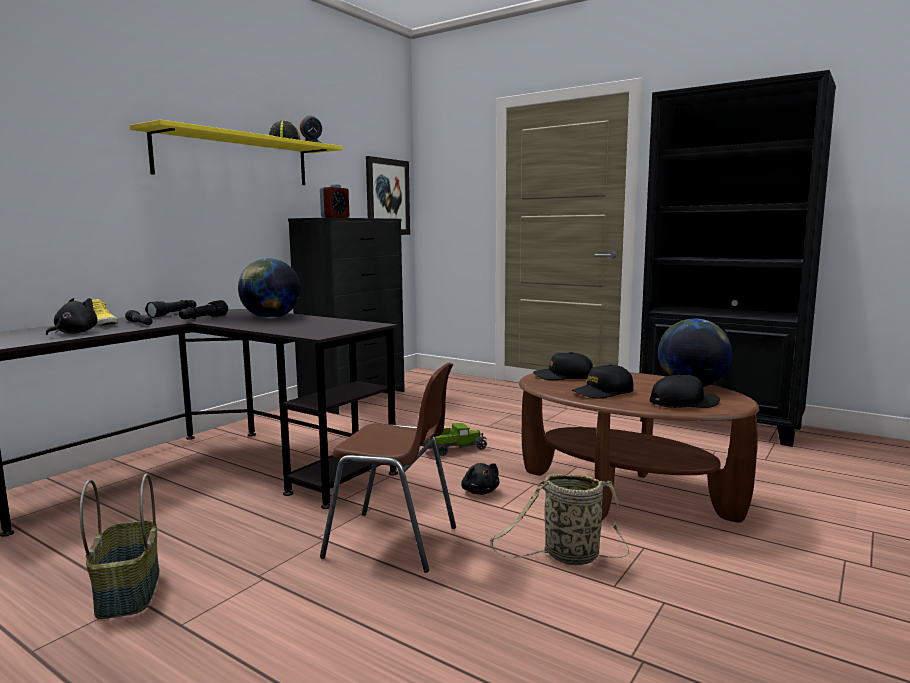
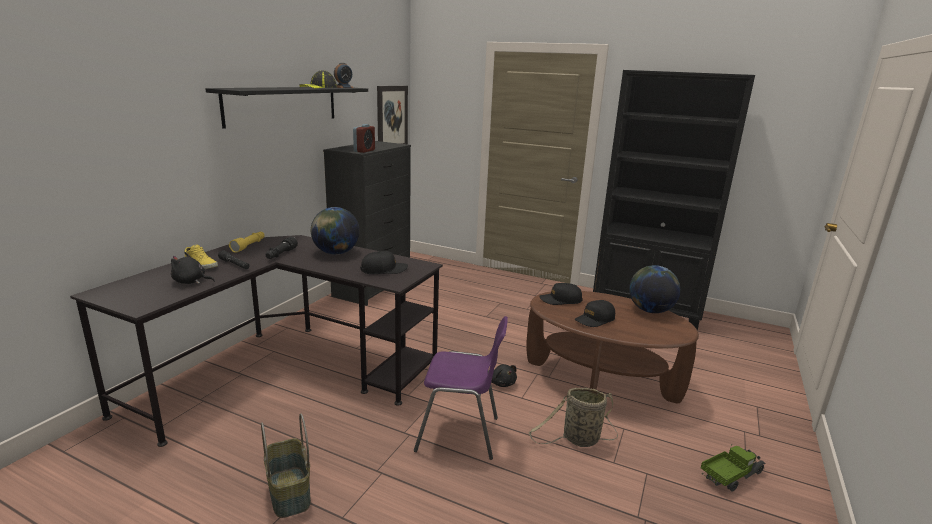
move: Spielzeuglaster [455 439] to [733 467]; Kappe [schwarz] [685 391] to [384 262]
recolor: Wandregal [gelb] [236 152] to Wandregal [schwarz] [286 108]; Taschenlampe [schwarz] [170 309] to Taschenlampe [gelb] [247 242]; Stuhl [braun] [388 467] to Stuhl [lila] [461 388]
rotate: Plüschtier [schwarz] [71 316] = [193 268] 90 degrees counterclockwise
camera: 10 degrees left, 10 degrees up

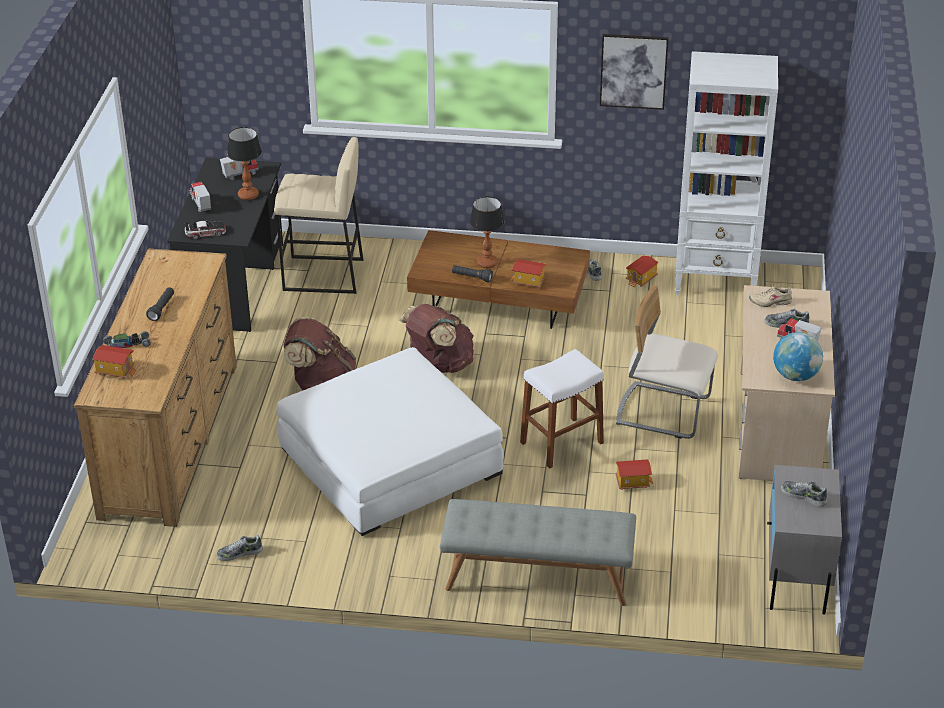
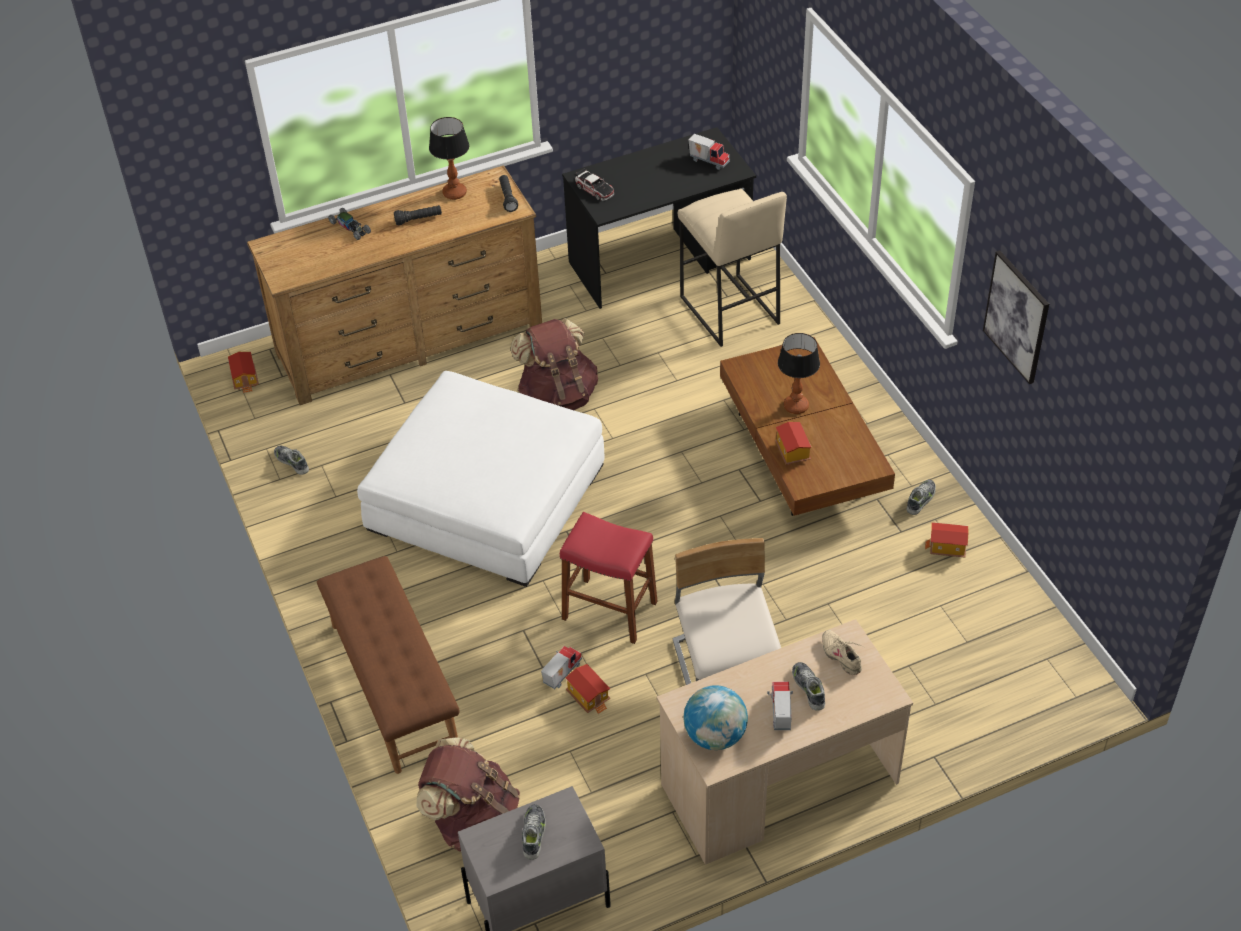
delete: Bücherregal [weiß] [726 173]
move: Spielzeughaus [114 362] to [243 372]; Spielzeuglaster [200 197] to [561 667]; Tischlampe [244 163] to [449 158]; Rucksack [braun] [436 338] to [468 794]; Taschenlampe [schwarz] [472 273] to [508 193]
recolor: Bank [grau] [538 552] to Bank [braun] [388 665]; Hocker [weiß] [562 409] to Hocker [rot] [608 578]
camera: 60 degrees right, 10 degrees up

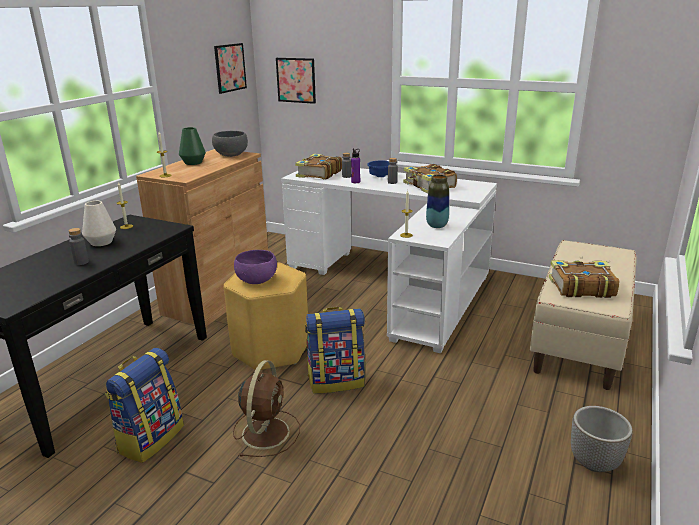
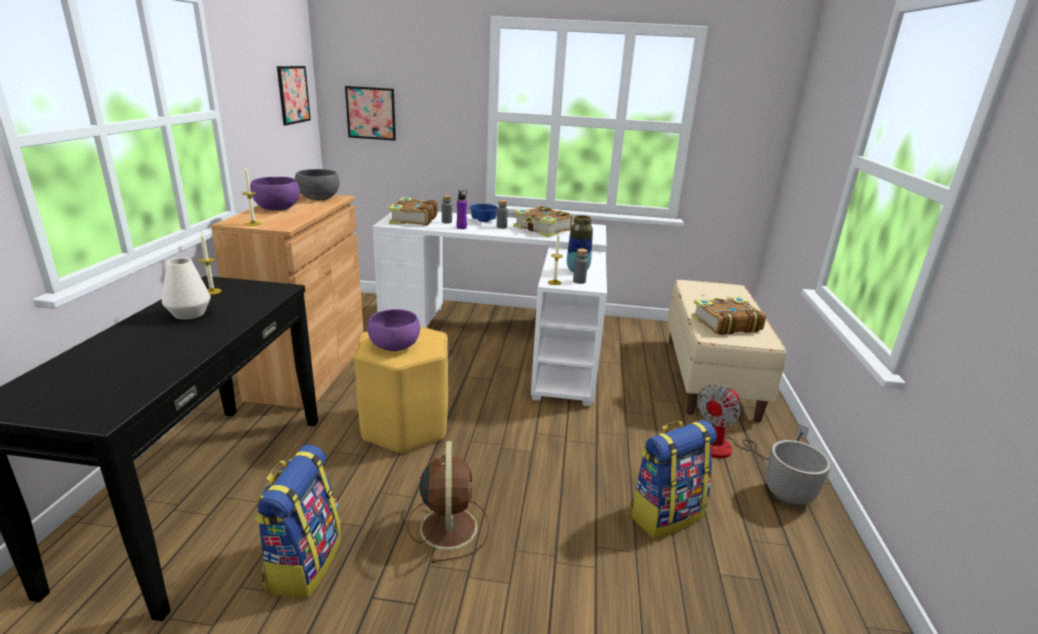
insert: Ventilator [753 422]
move: Flasche [grau] [78 246] to [580 266]; Rucksack [335 350] to [673 479]
replace: Vase [grün] [192 146] to Schüssel [lila] [275 194]
camera: 20 degrees left, 0 degrees up

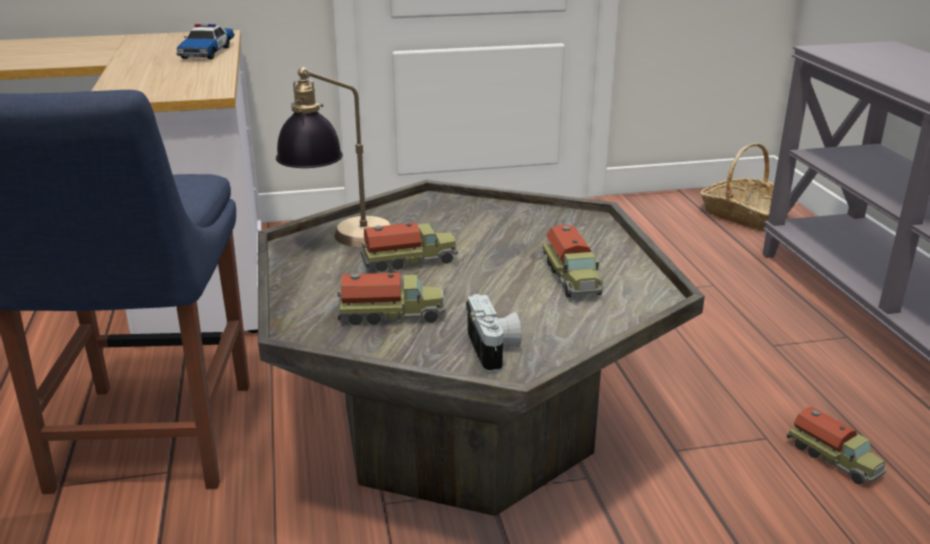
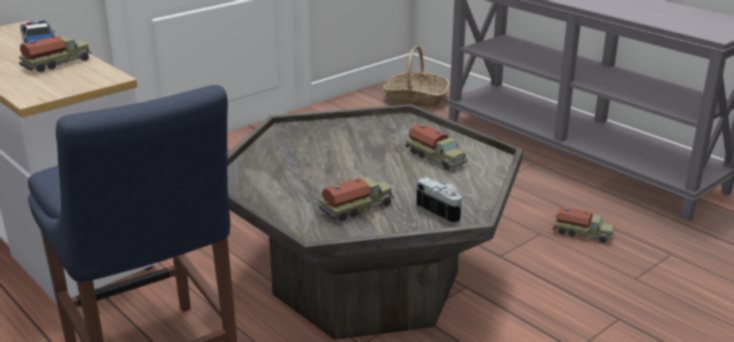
delete: Tischlampe [333 157]
move: Spielzeuglaster [409 247] to [55 54]
camera: 30 degrees left, 0 degrees up

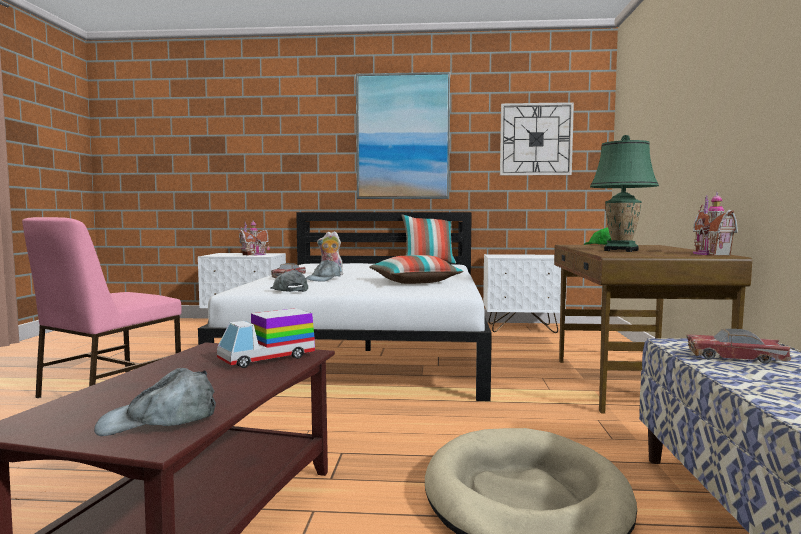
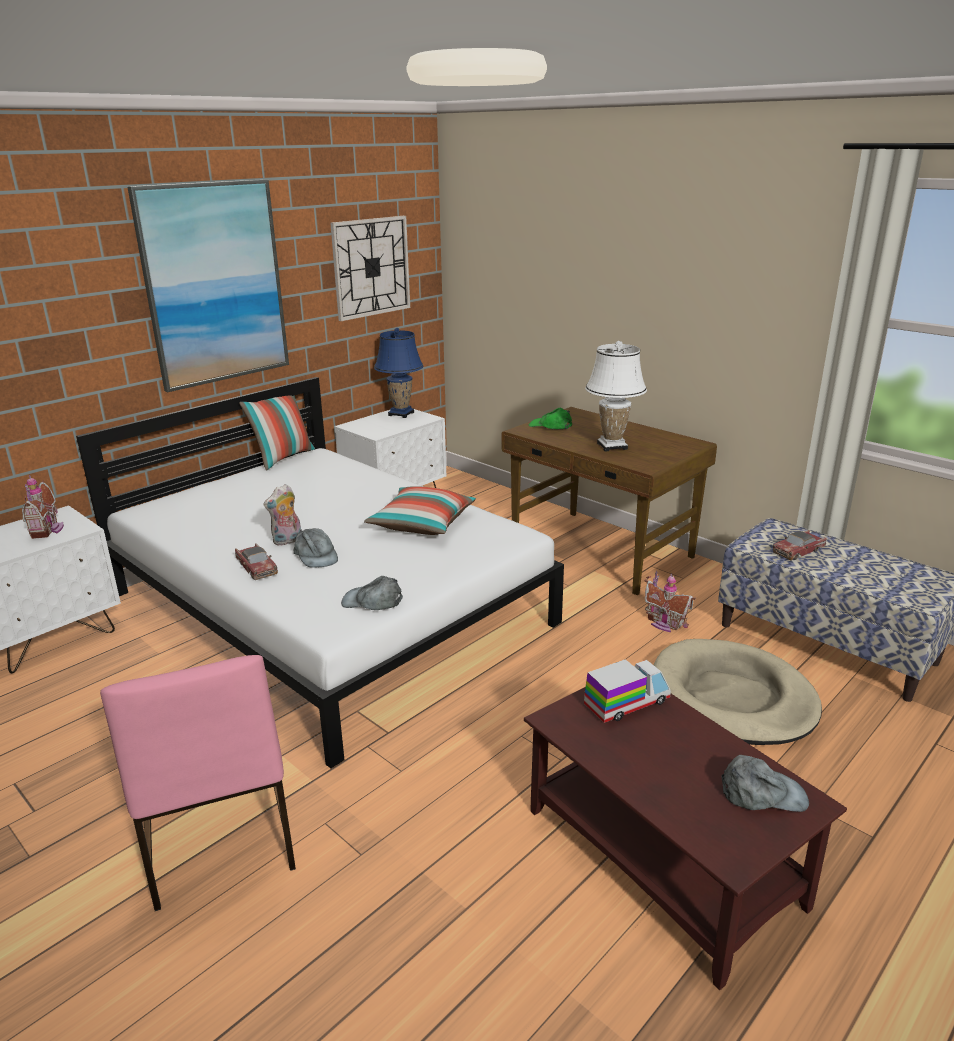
insert: Tischlampe [blau] [398 373]
move: Spielzeughaus [715 224] to [670 601]
recolor: Tischlampe [grün] [624 193] to Tischlampe [weiß] [616 396]
rotate: Kappe [grau] [155 402] = [765 783] 105 degrees counterclockwise; Spielzeuglaster [266 338] = [627 691] 120 degrees counterclockwise
camera: 50 degrees left, 20 degrees up

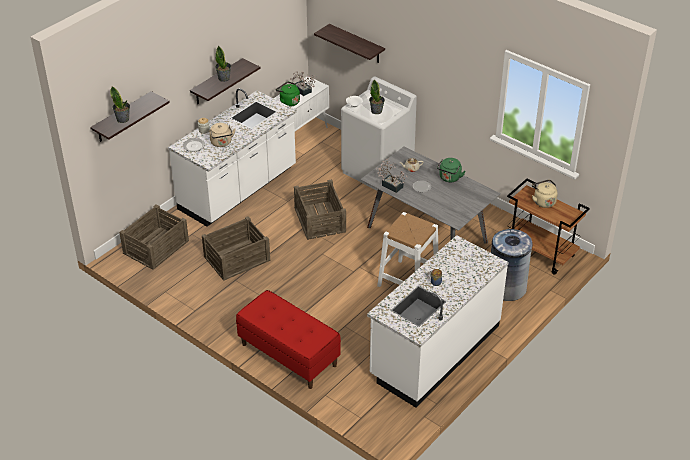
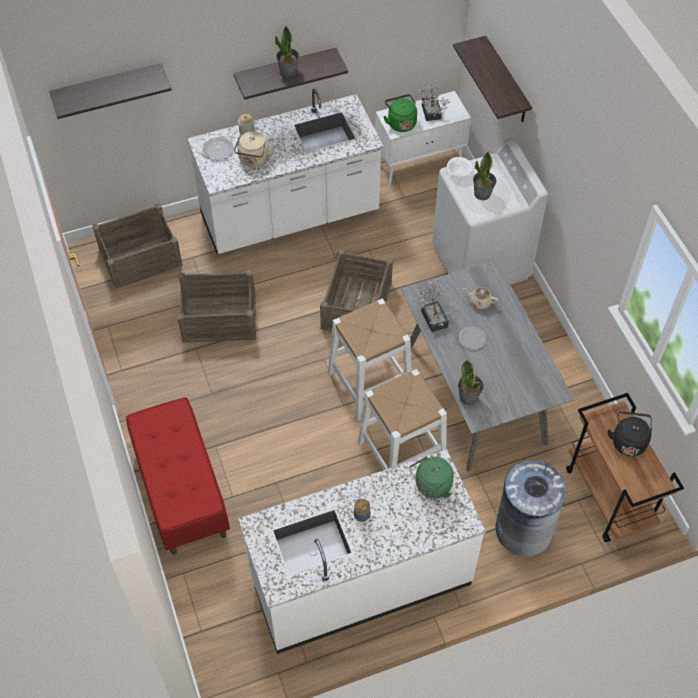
insert: Hocker [weiß] [370 360]
move: Topfpflanze [120 104] to [471 382]; Wasserkessel [grün] [451 170] to [431 477]
recolor: Wasserkessel [beige] [545 194] to Wasserkessel [schwarz] [630 434]
camera: 30 degrees right, 15 degrees up

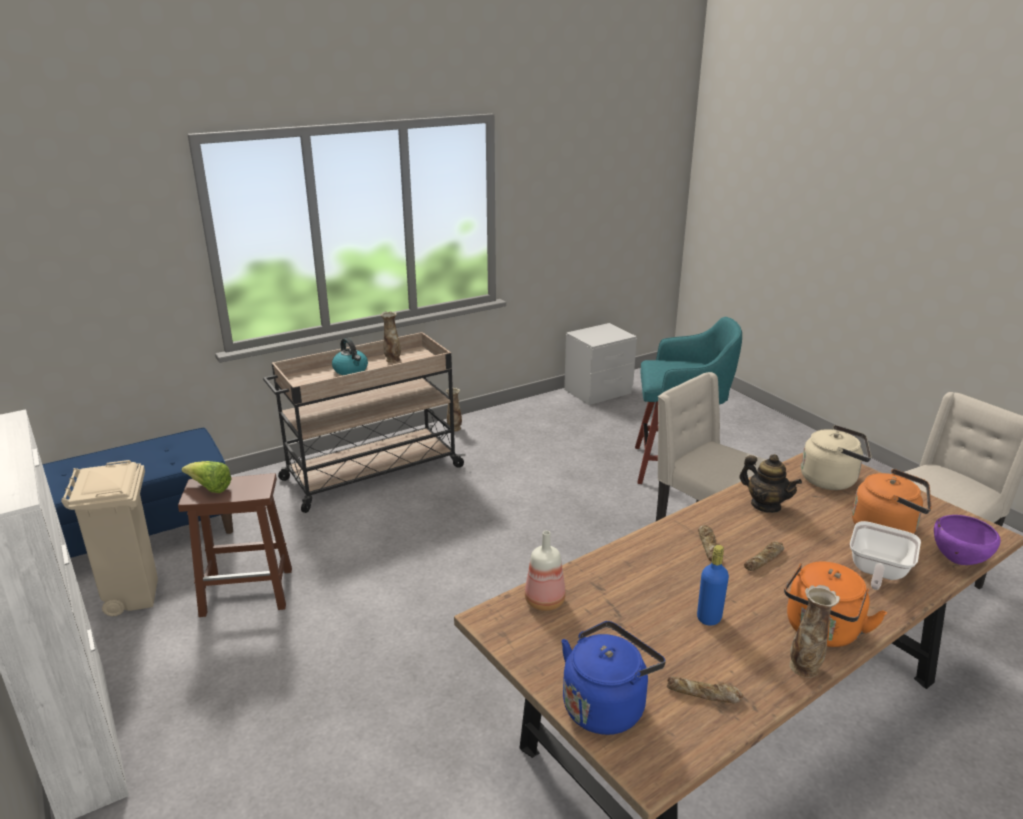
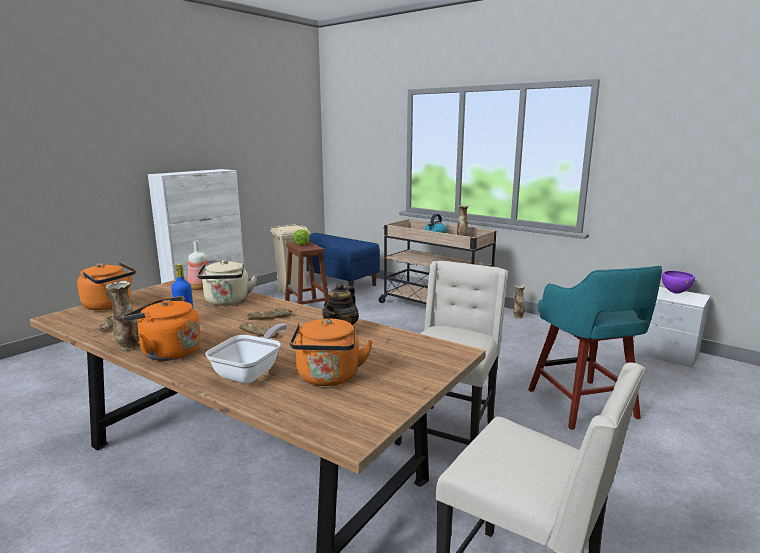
move: Wasserkessel [beige] [836 457] to [227 283]; Schüssel [lila] [967 540] to [678 282]
recolor: Wasserkessel [blau] [613 678] to Wasserkessel [orange] [106 286]
rotate: Pfanne [885 555] = [246 353] 105 degrees clockwise
camera: 70 degrees right, 10 degrees down

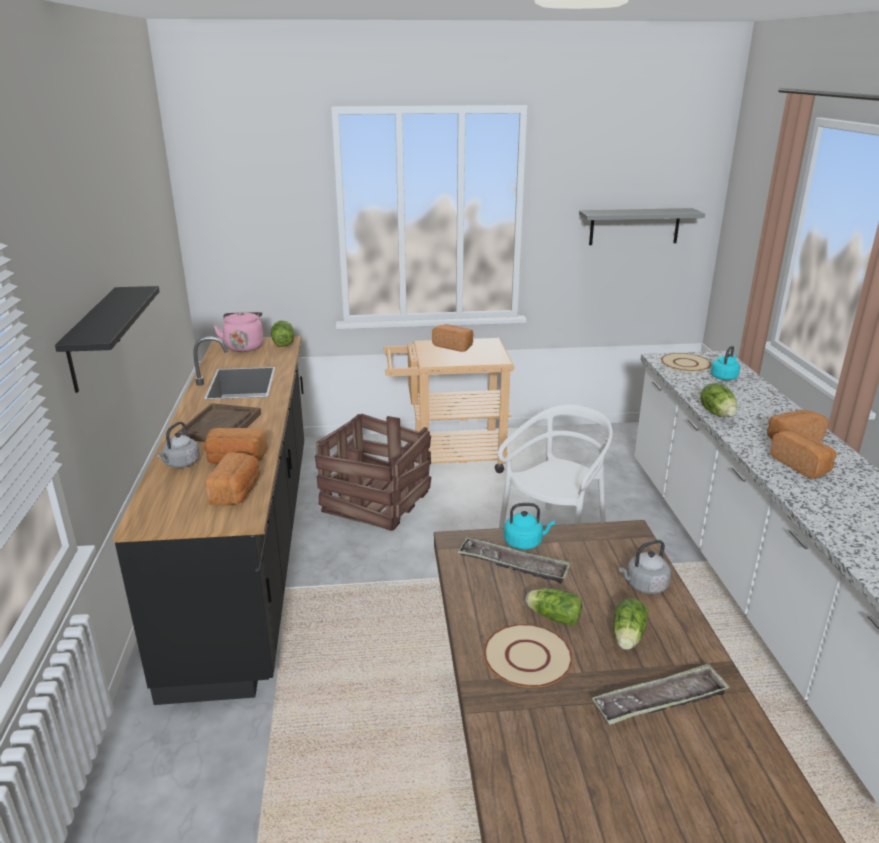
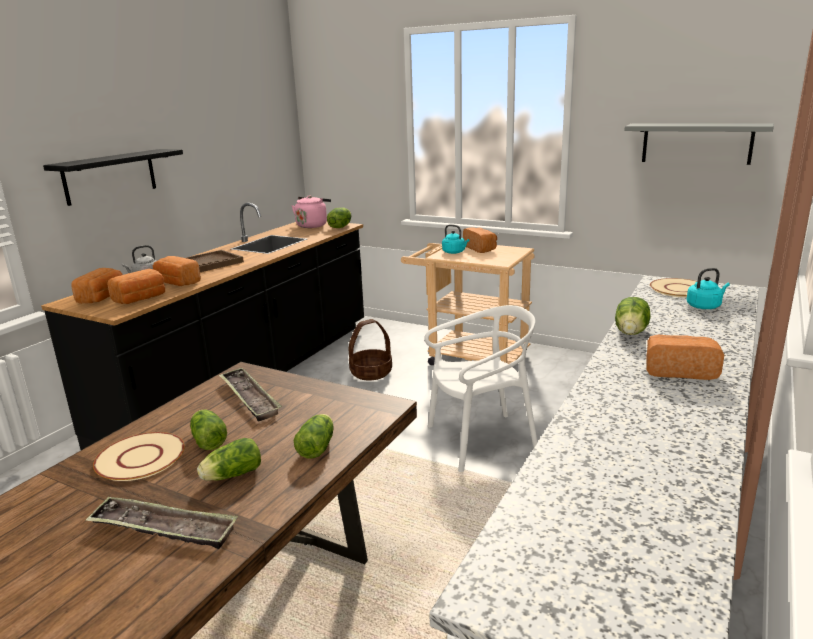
move: Wasserkessel [türkis] [529 526] to [455 239]; Brot [803 454] to [97 286]
replace: Kiste [373 472] to Korb [370 350]; Wasserkessel [grau] [645 567] to Salatkopf [314 436]
camera: 35 degrees right, 5 degrees down

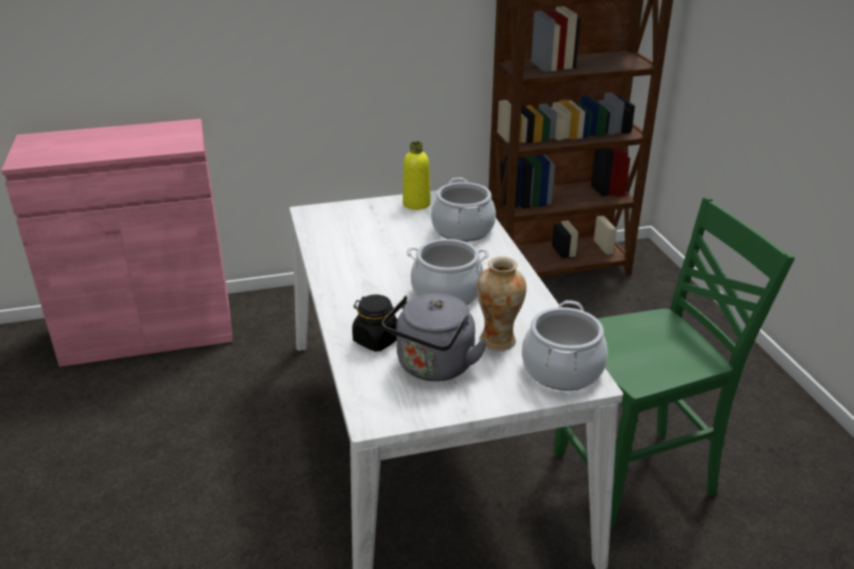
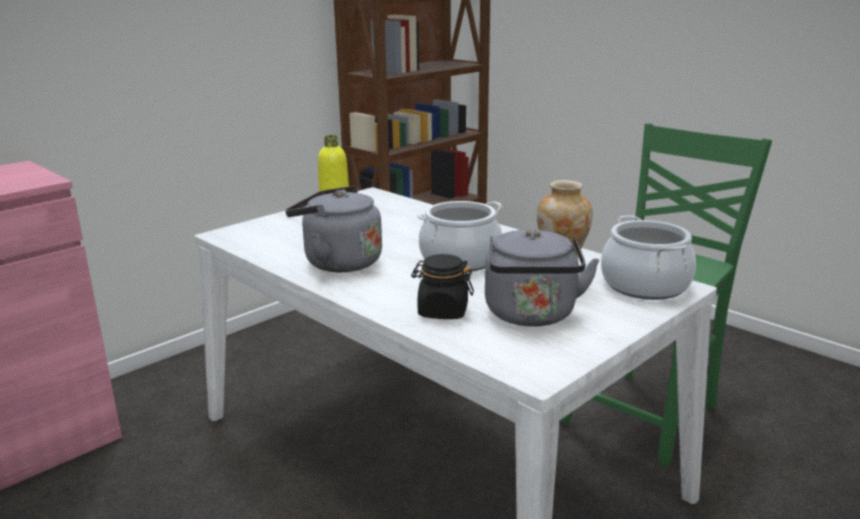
delete: Kochtopf [463 210]
insert: Wasserkessel [grau] [333 229]
camera: 30 degrees left, 10 degrees down

